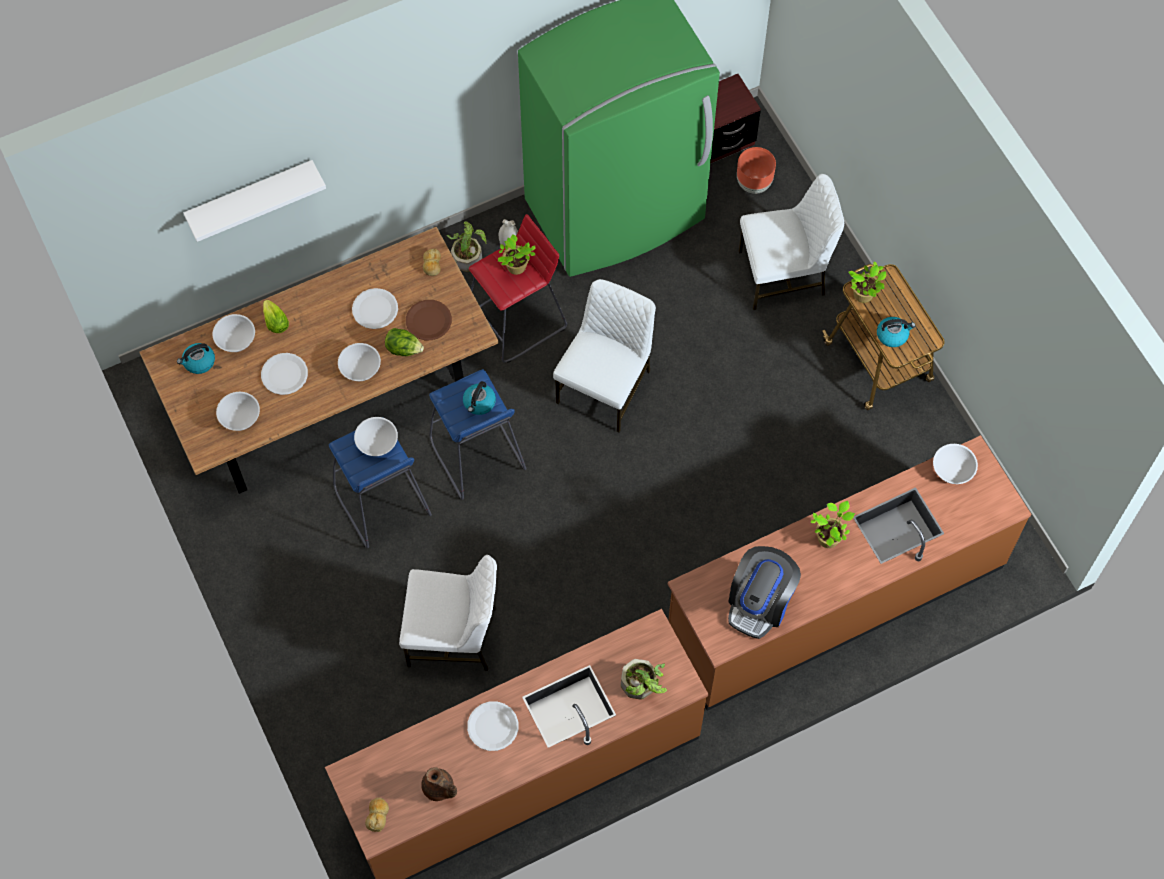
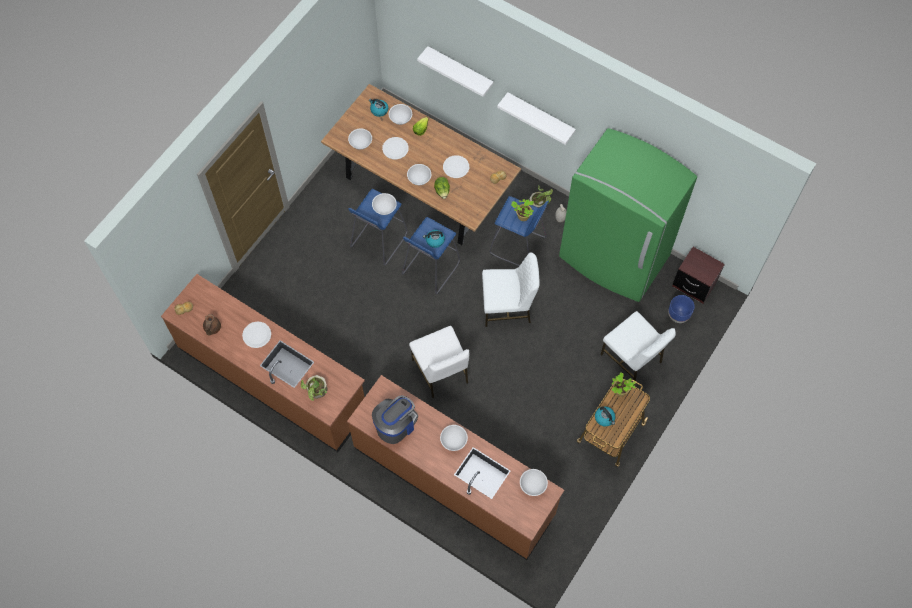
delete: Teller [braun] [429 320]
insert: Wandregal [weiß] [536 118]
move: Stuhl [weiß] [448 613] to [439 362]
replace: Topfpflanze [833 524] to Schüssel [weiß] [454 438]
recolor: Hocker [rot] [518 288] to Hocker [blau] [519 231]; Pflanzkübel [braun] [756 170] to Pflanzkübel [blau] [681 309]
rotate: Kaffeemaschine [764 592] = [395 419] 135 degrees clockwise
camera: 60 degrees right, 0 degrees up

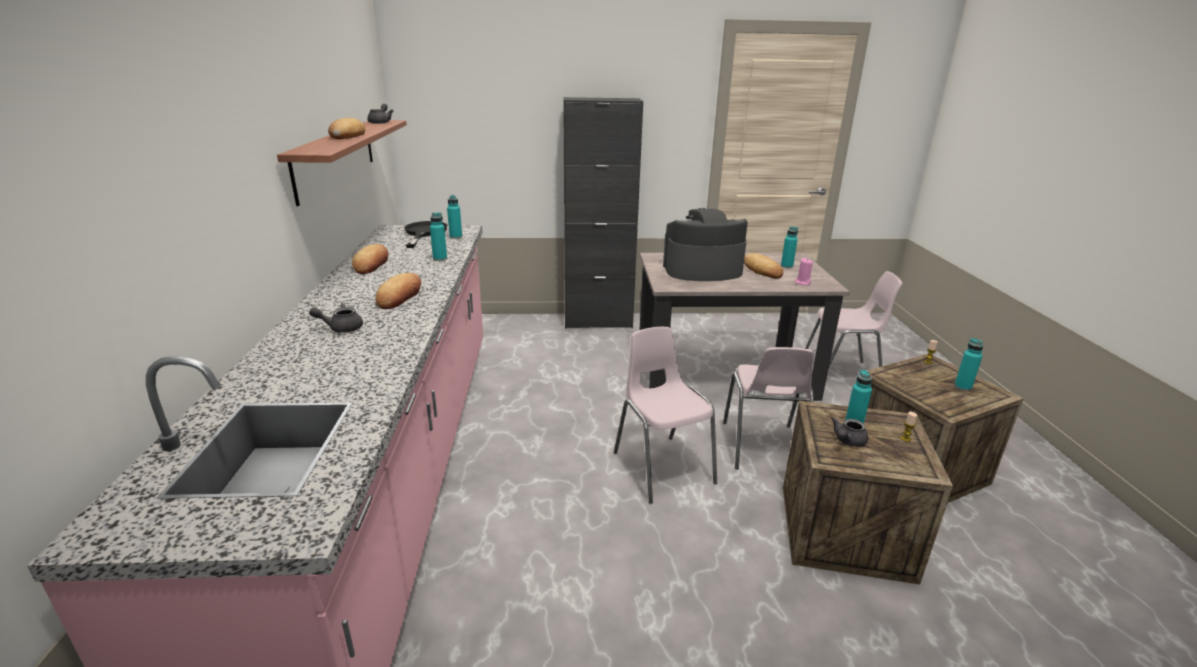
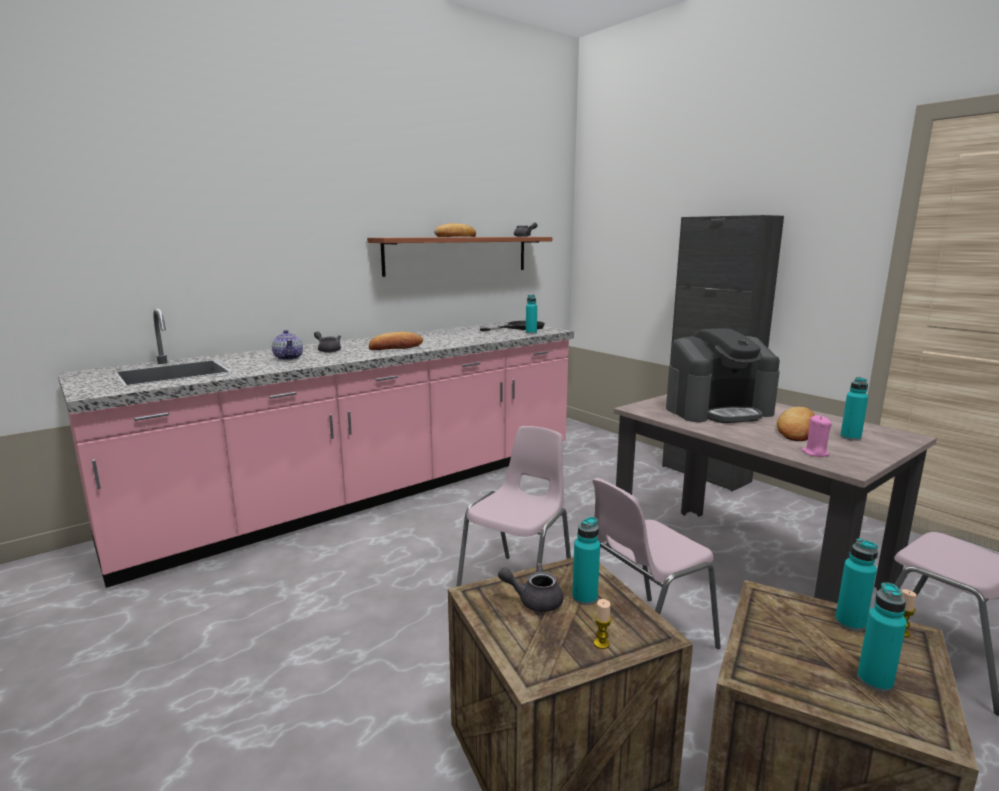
delete: Brot [370 259]
insert: Teekanne [287 345]
move: Flasche [türkis] [438 236] to [856 584]
rotate: Kaffeemaschine [705 244] = [723 375] 120 degrees clockwise
camera: 55 degrees right, 10 degrees down

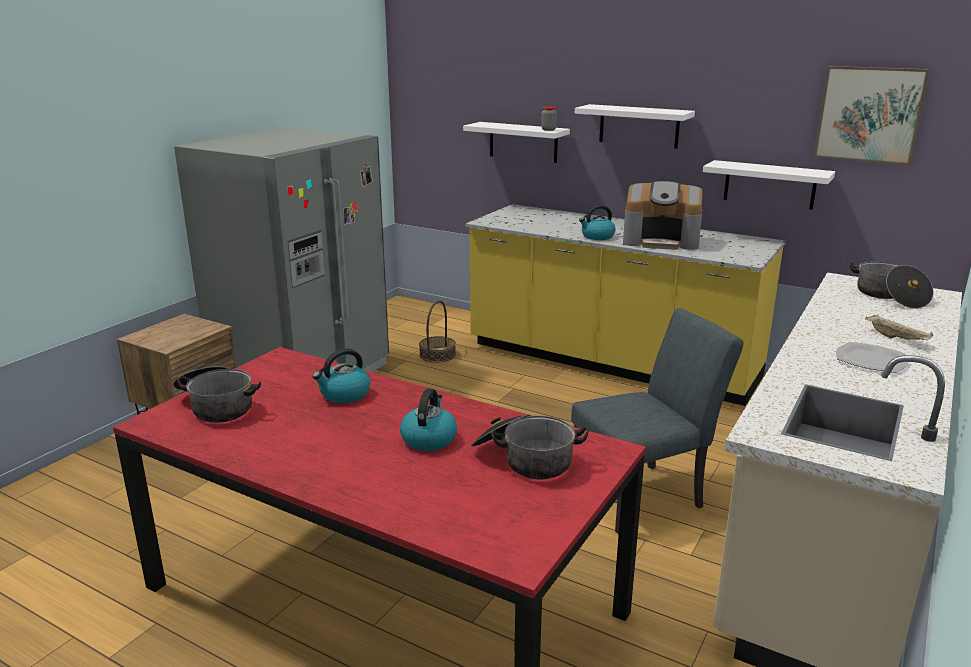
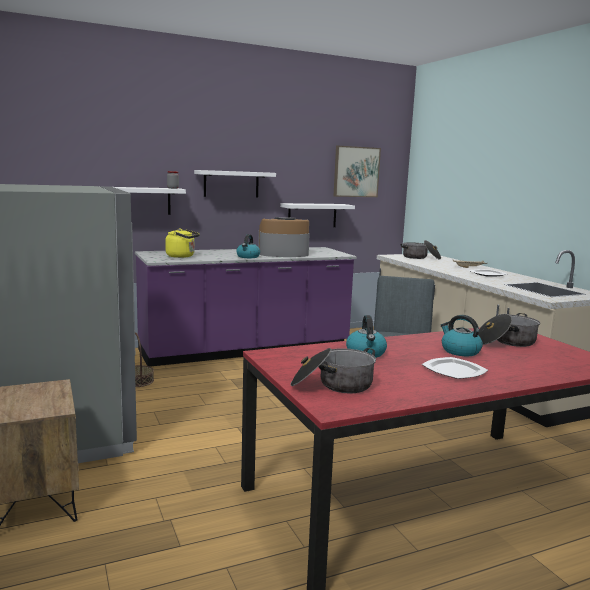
insert: Wasserkessel [gelb] [182 243]; Teller [455 368]
recolor: Küchenzeile [gelb] [626 305] to Küchenzeile [lila] [246 307]
rotate: Kaffeemaschine [663 215] = [284 237] 150 degrees counterclockwise
camera: 55 degrees left, 10 degrees down

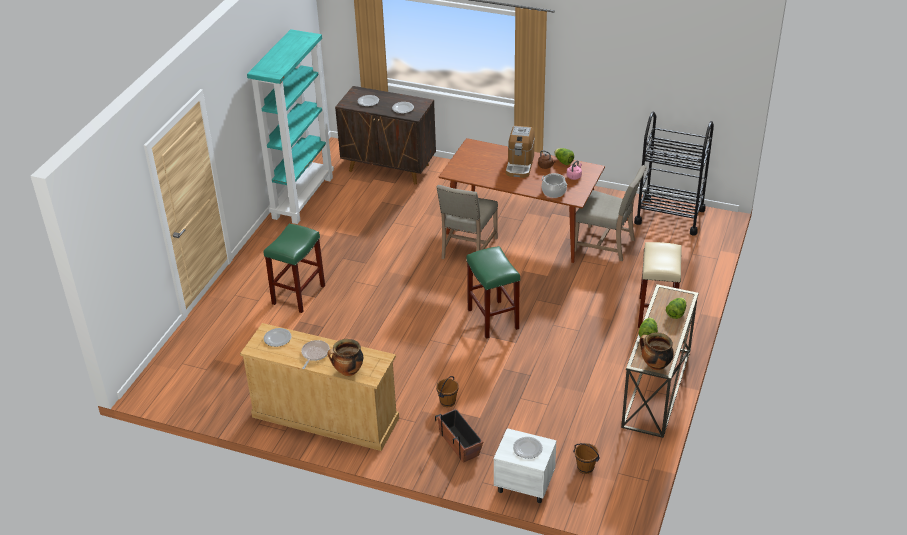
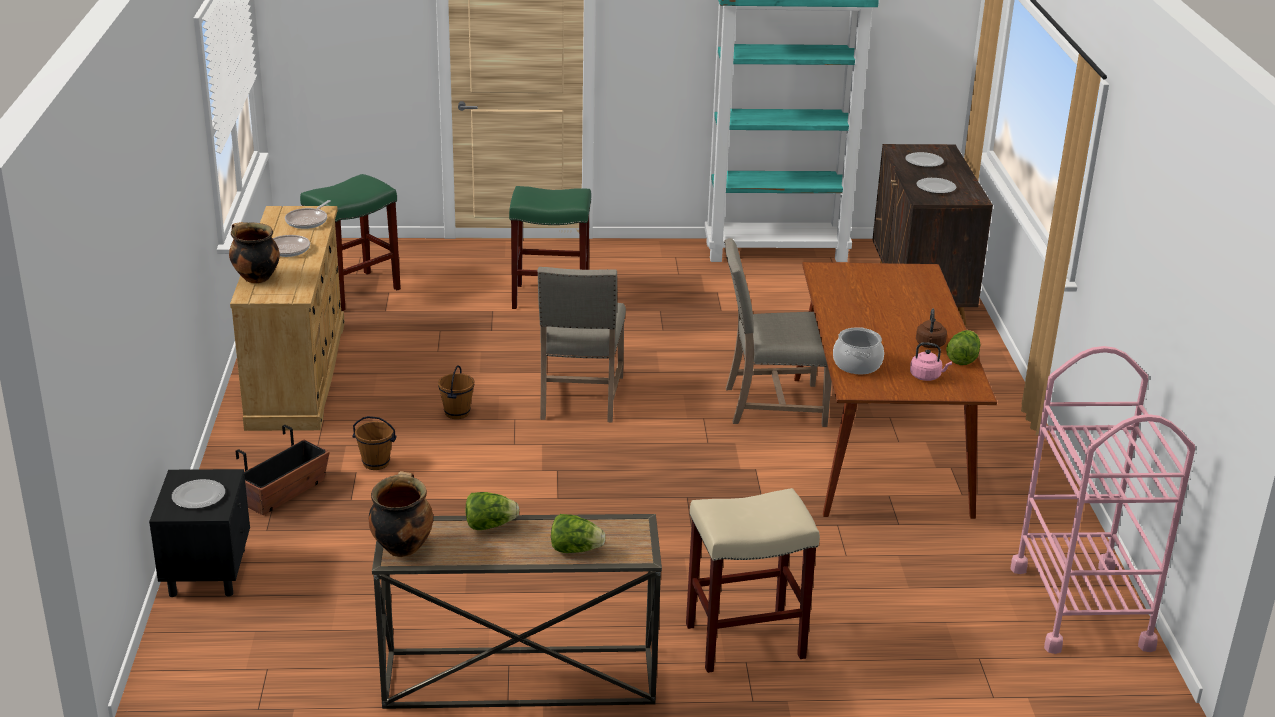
delete: Kaffeemaschine [520 152]
move: Hocker [grün] [493 292] to [350 242]; Eimer [braun] [586 458] to [456 392]; Stuhl [beige] [611 213] to [582 344]
replace: Teller [277 337] to Pfanne [308 214]
recolor: Nachttisch [weiß] [525 465] to Nachttisch [schwarz] [199 533]; Rollwagen [schwarz] [674 173] to Rollwagen [rosa] [1102 500]
camera: 65 degrees right, 10 degrees down

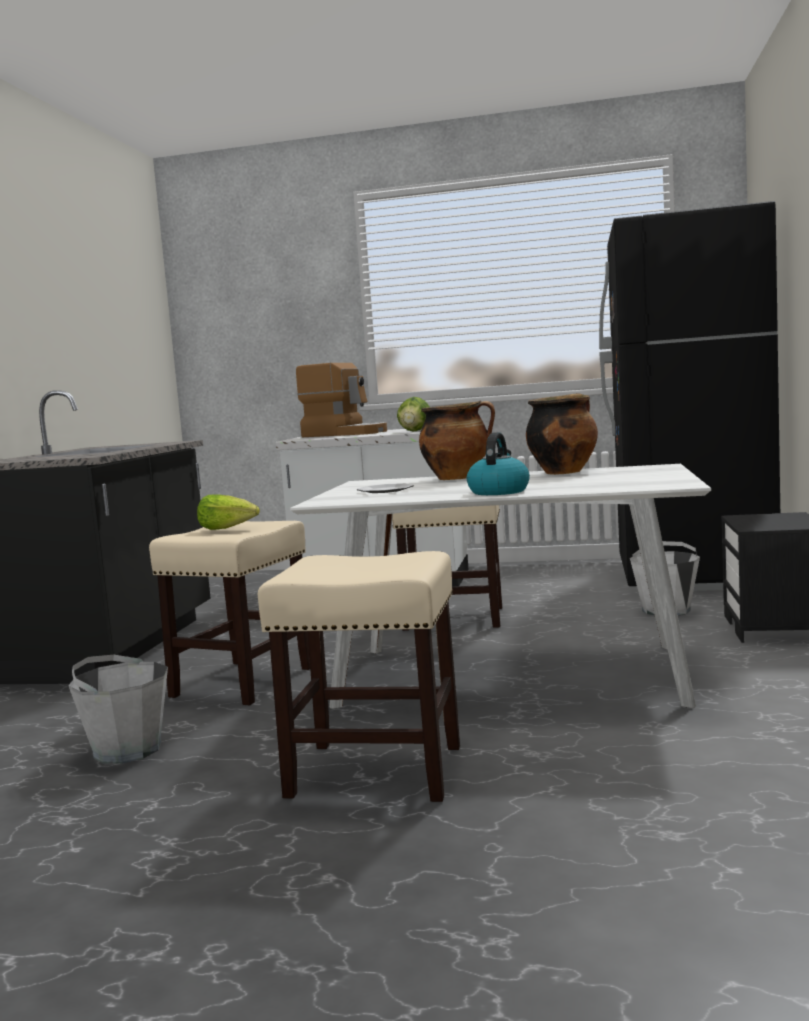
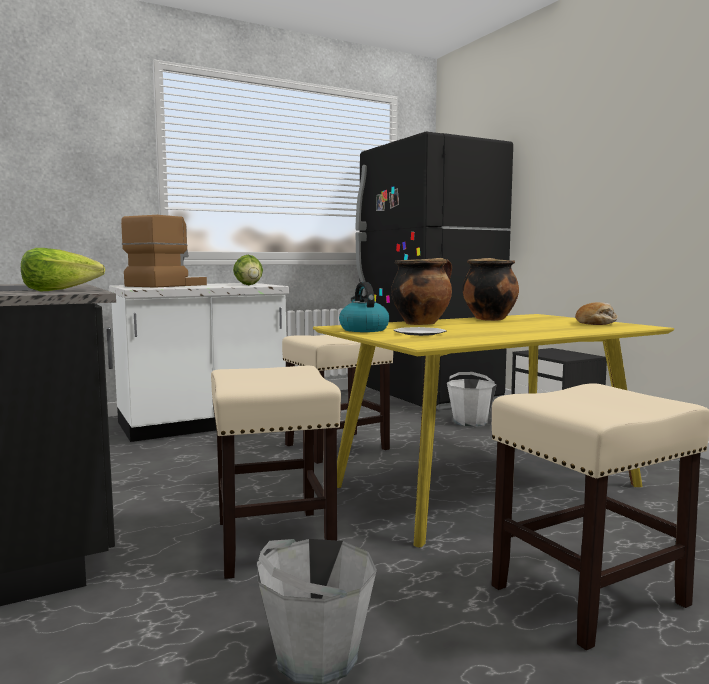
insert: Brot [596 313]
move: Salatkopf [228 512] to [63 269]; Wasserkessel [498 463] to [364 307]
recolor: Esstisch [weiß] [500 586] to Esstisch [gelb] [493 430]
rotate: Kaffeemaschine [341 400] = [164 251] 45 degrees counterclockwise
camera: 40 degrees left, 0 degrees up

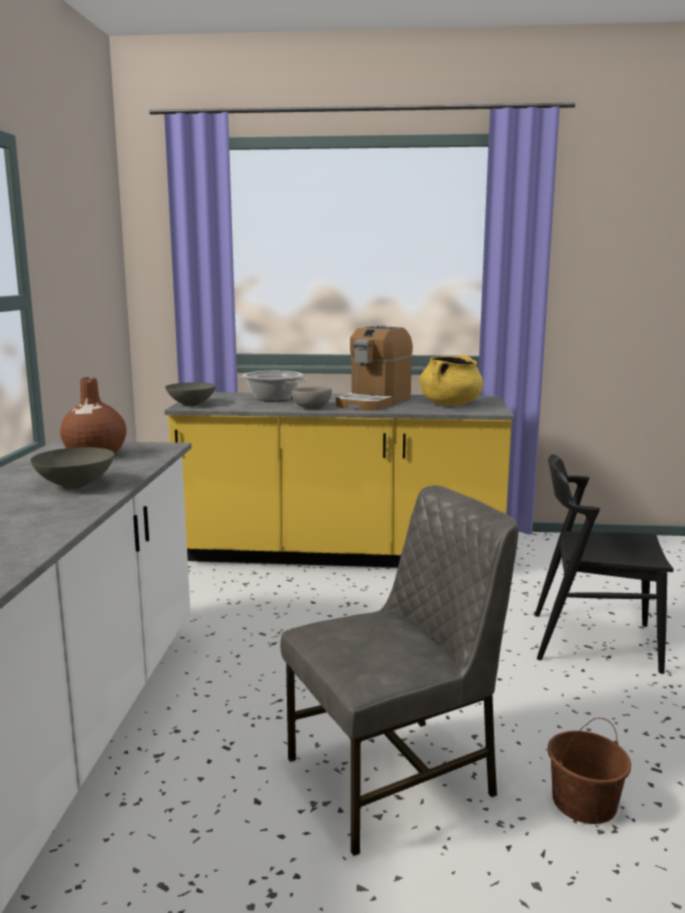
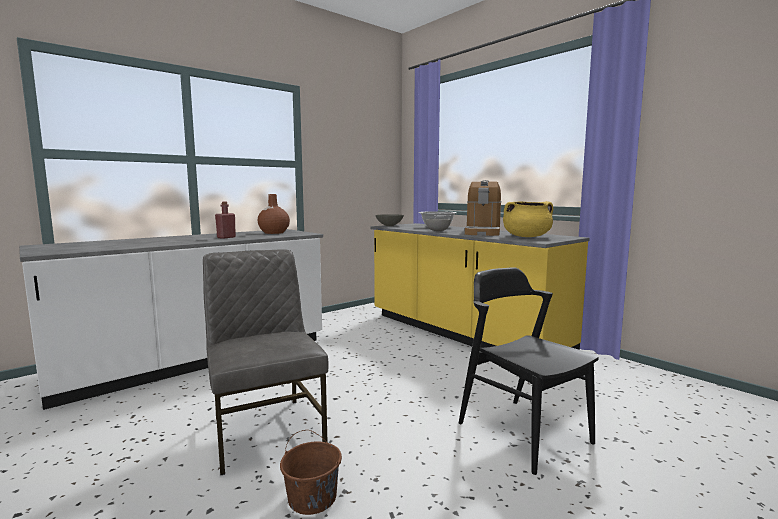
replace: Schüssel [grau] [72 468] to Flasche [rot] [225 220]
rotate: Stuhl [grau] [399 671] = [266 362] 135 degrees counterclockwise; Kaffeemaschine [374 368] = [483 208] 60 degrees counterclockwise
camera: 45 degrees right, 5 degrees down

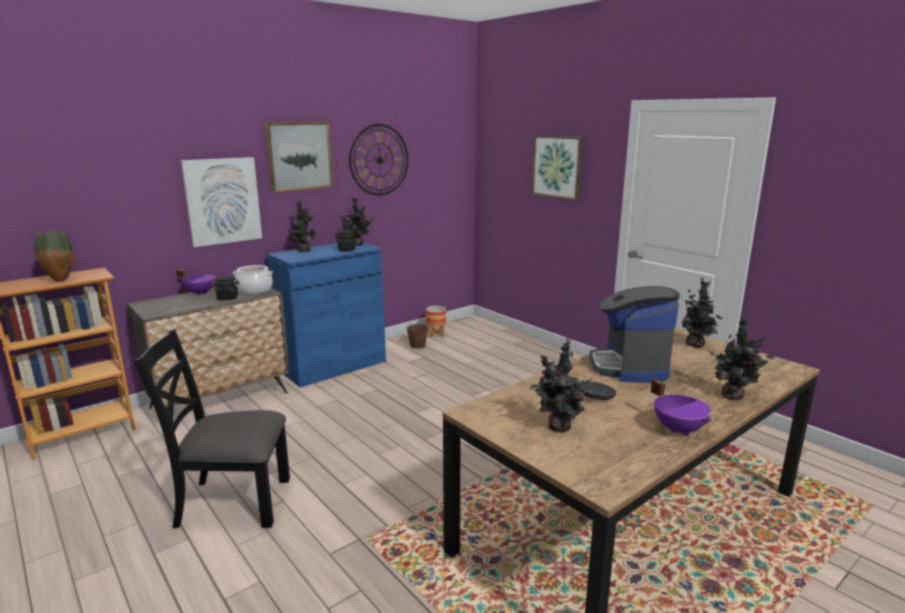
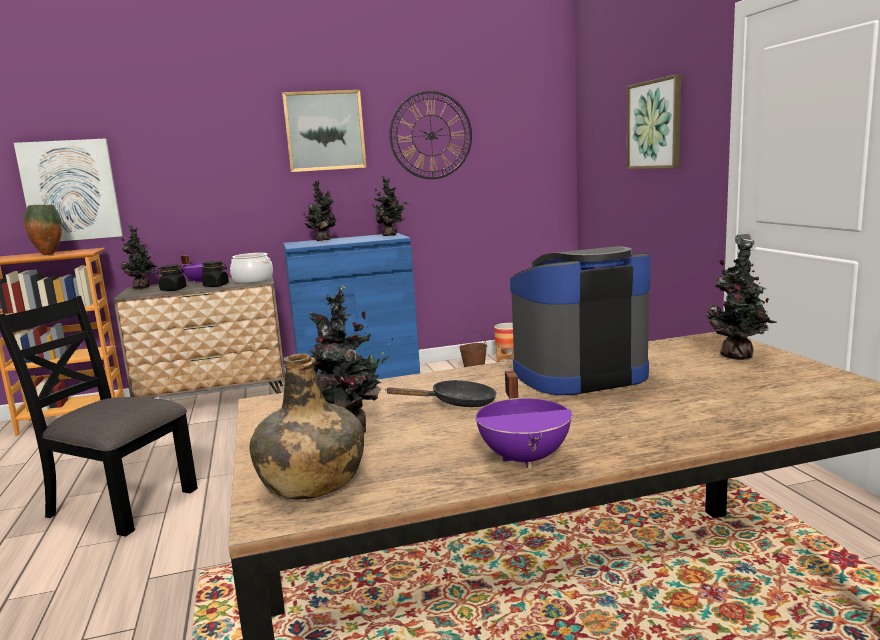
insert: Flasche [grün] [306 426]
move: Bild [221 202] to [68 190]; Vorratsglas [schwarz] [346 240] to [171 277]; Topfpflanze [741 358] to [139 257]
rotate: Kaffeemaschine [634 334] = [580 320] 45 degrees clockwise
camera: 25 degrees right, 5 degrees down

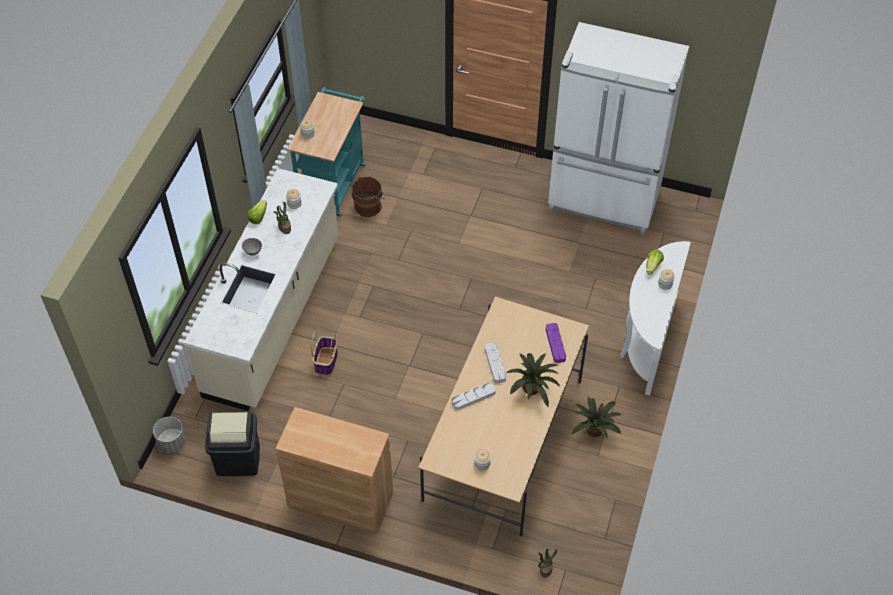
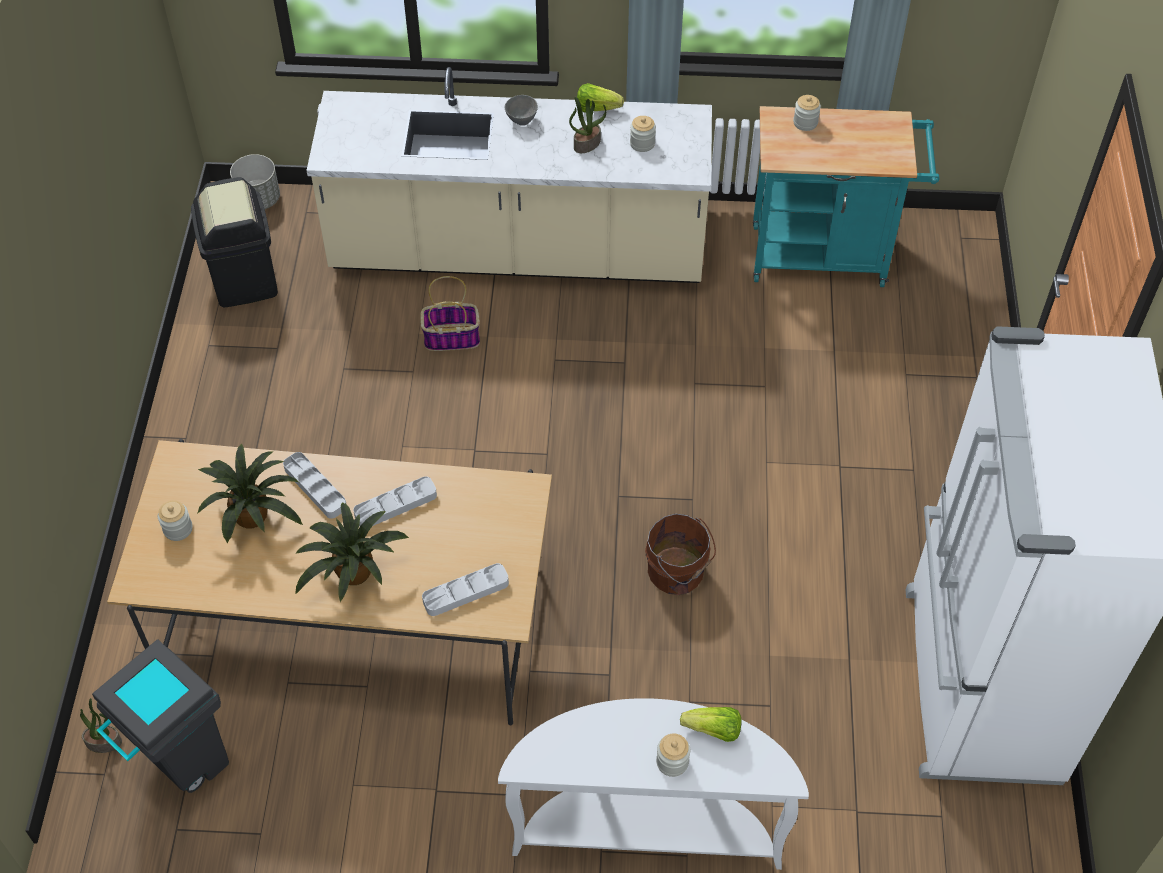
delete: Schrank [braun] [334 470]
insert: Mülleimer [grau] [160 716]
move: Eimer [braun] [369 197] to [680 554]; Topfpflanze [596 417] to [250 493]
recolor: Tablett [lila] [556 343] to Tablett [grau] [465 589]
camera: 75 degrees right, 0 degrees up

